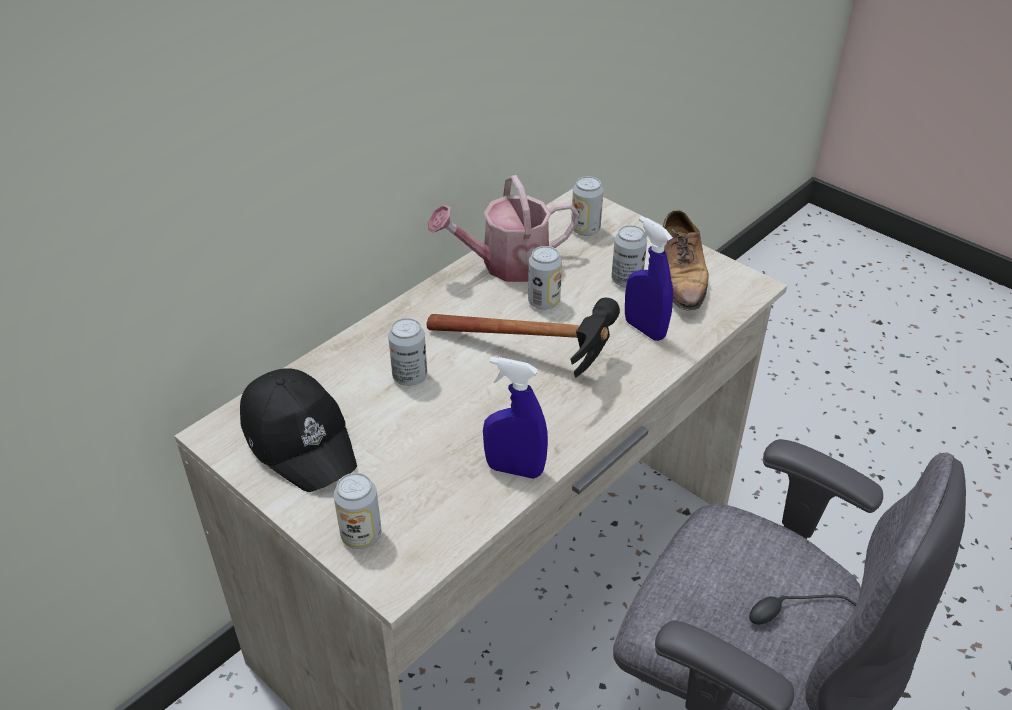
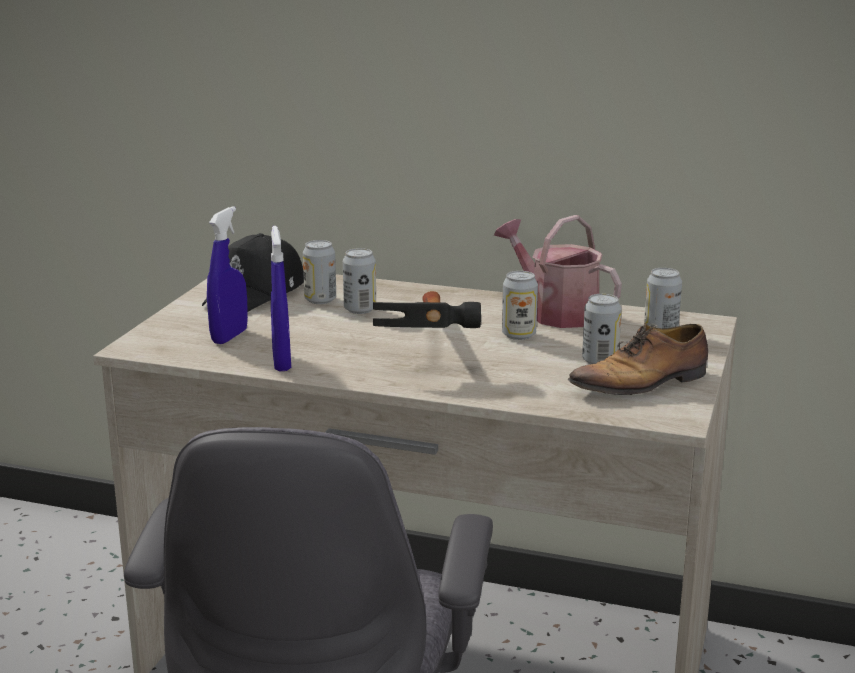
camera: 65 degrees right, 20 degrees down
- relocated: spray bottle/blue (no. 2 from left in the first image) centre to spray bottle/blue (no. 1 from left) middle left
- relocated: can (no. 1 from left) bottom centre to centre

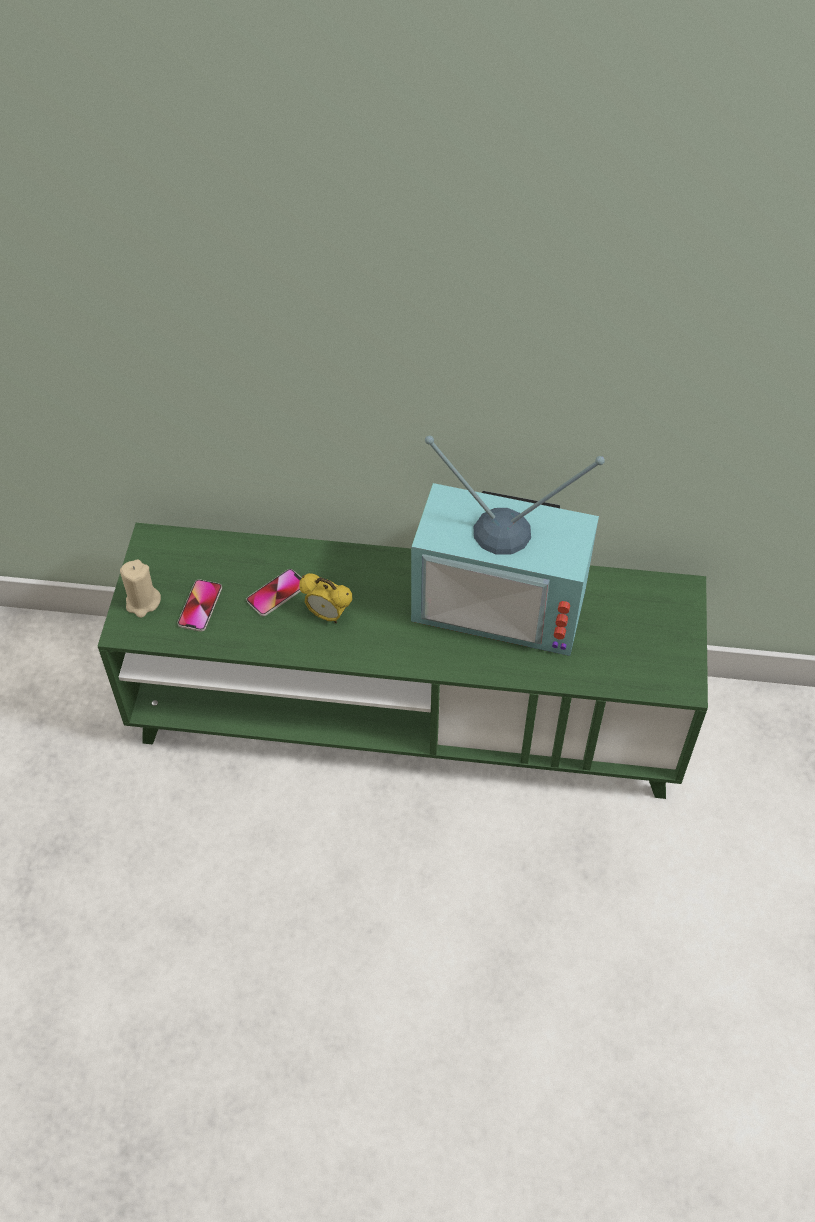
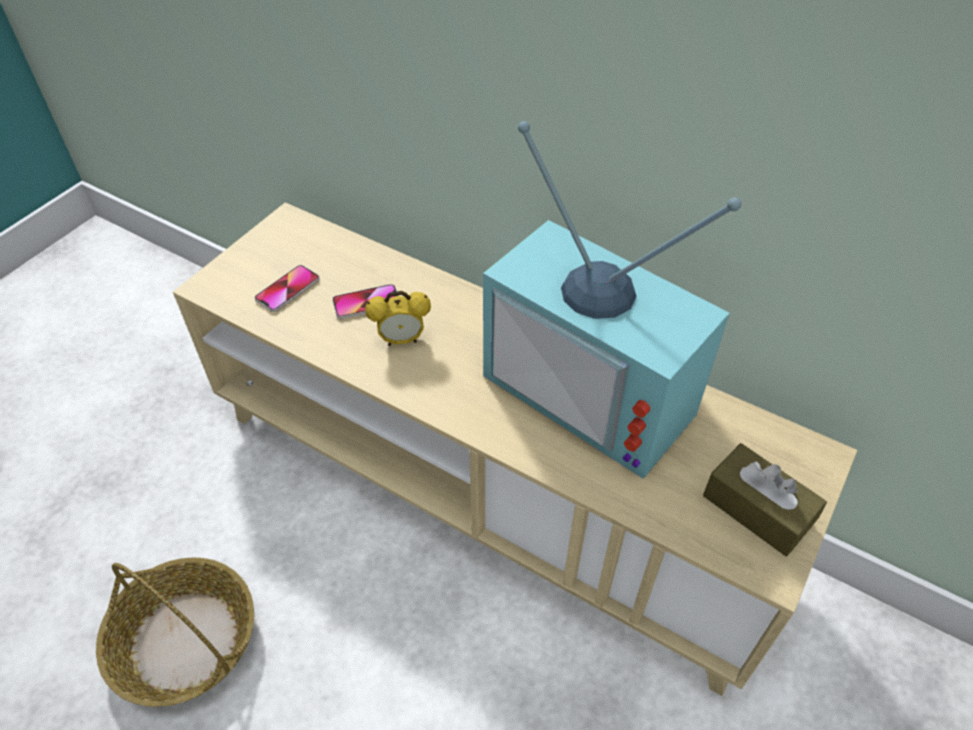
camera: 25 degrees right, 5 degrees down
- colour: tv stand/green centre to tv stand/beige centre
- missing: candle/beige middle left
- spun: alarm clock centre = centre 60 degrees counterclockwise
- appeared: tissue box/brown bottom right
- appeared: basket bottom left

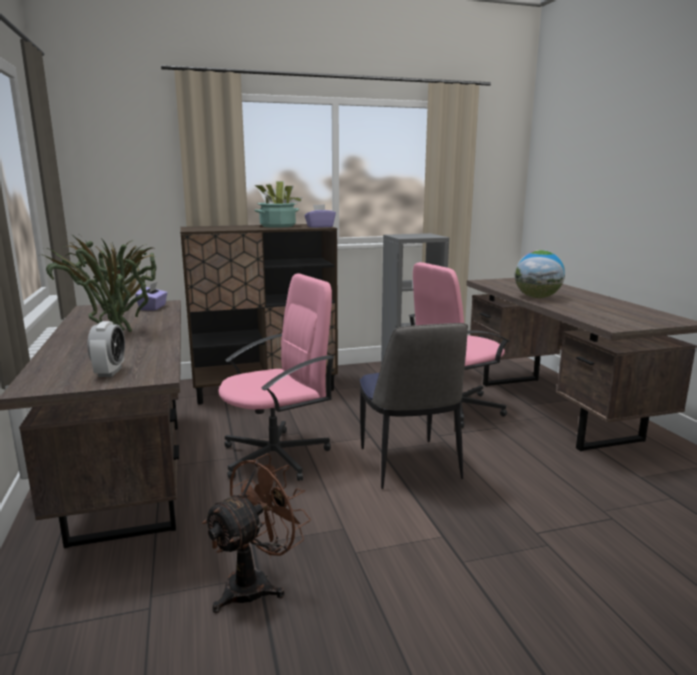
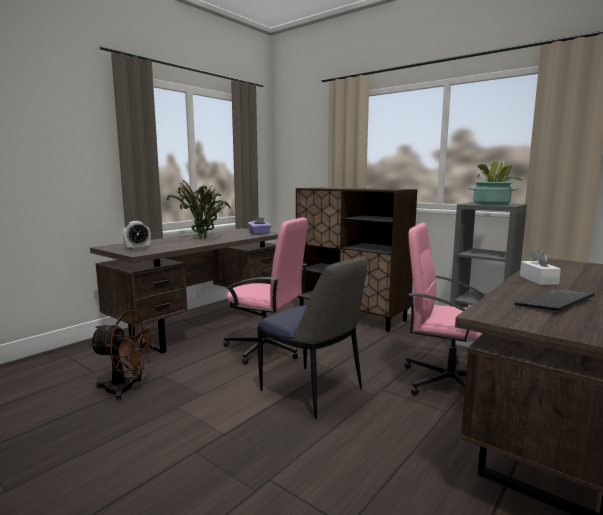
camera: 55 degrees right, 5 degrees down
- relocated: potted plant (no. 2 from left) top centre to middle right
- missing: tissue box/purple (no. 2 from left) top centre
- exchanged: globe middle right to tissue box/white middle right
- spun: chair centre = centre 90 degrees counterclockwise
- appeared: keyboard middle right

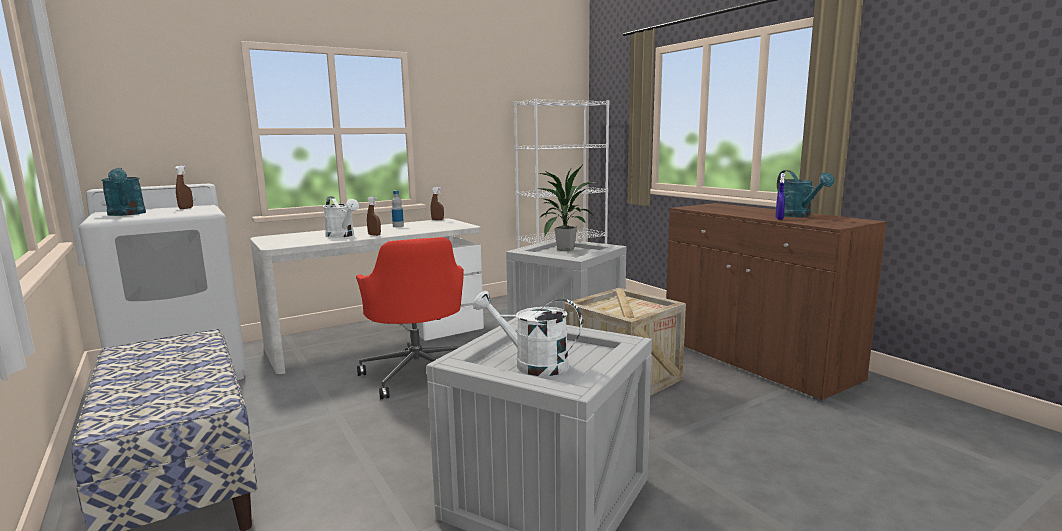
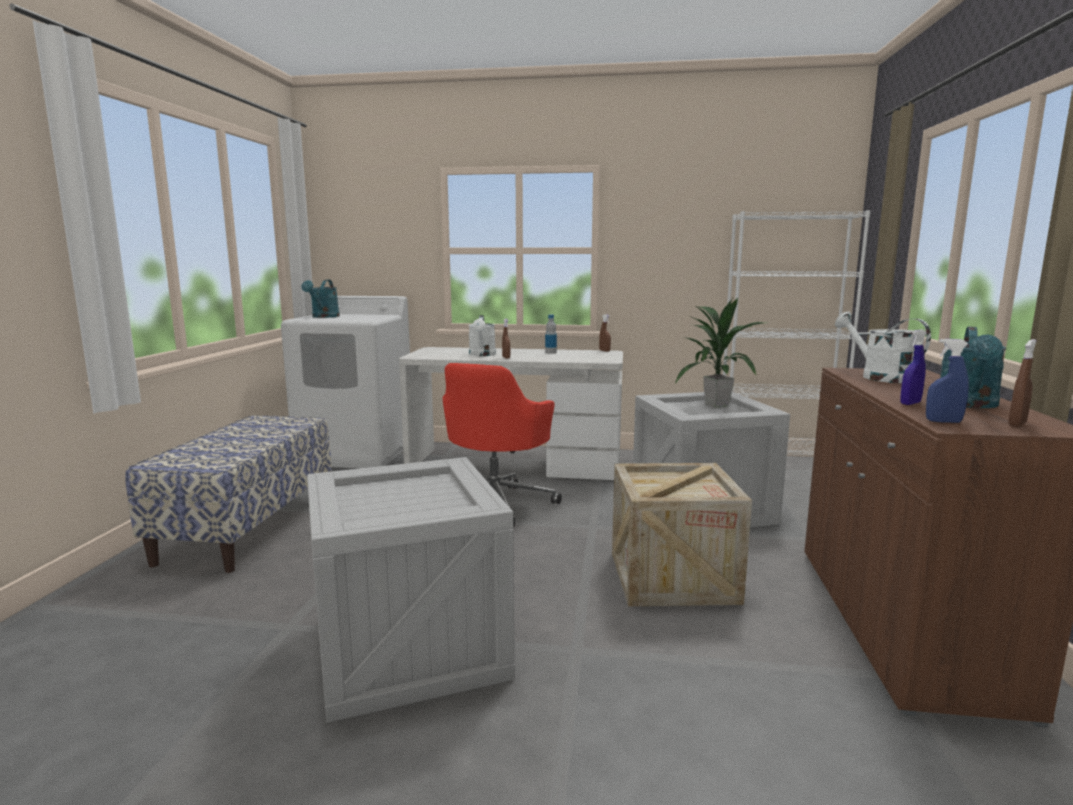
camera: 40 degrees right, 0 degrees up
- relocated: spray bottle/brown (no. 1 from left in the first image) middle left to spray bottle/brown (no. 3 from left) middle right
- relocated: watering can/white (no. 2 from left) centre to middle right
- appeared: spray bottle/blue (no. 2 from left) middle right

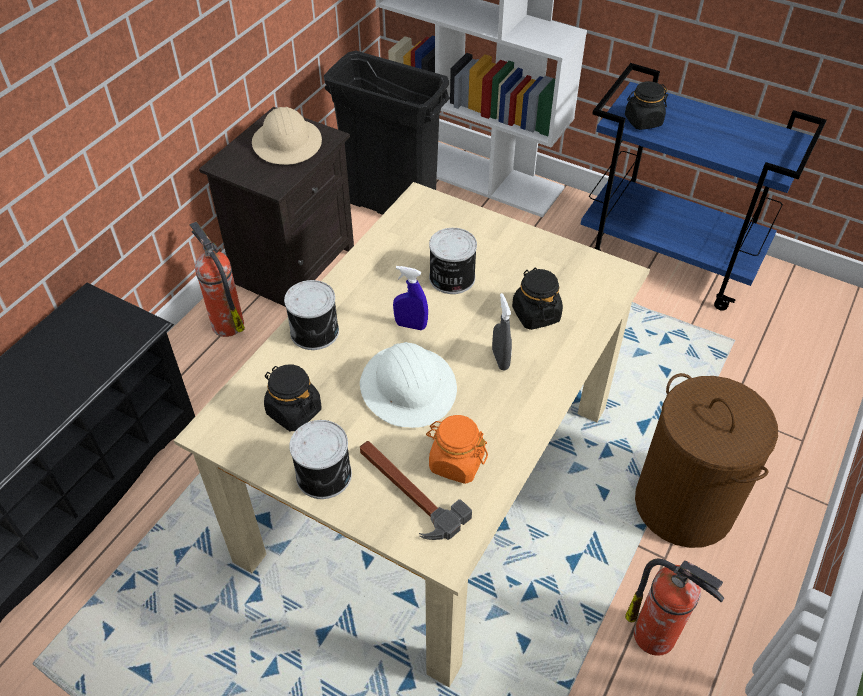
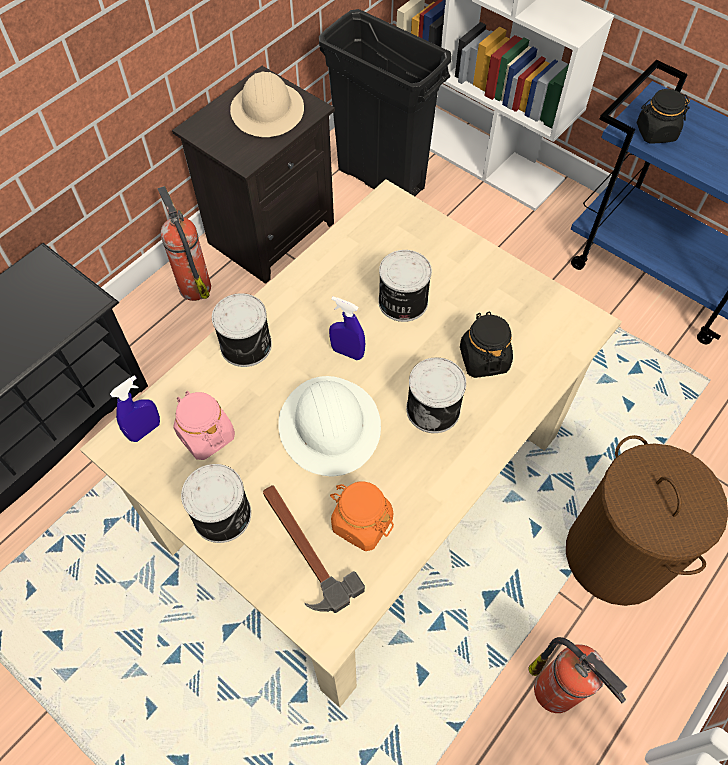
camera: 10 degrees right, 10 degrees up
- exchanged: spray bottle/grey centre to can (no. 4 from left) centre
- colour: jar/black (no. 1 from left) centre to jar/pink middle left
- appeared: spray bottle/blue (no. 1 from left) middle left

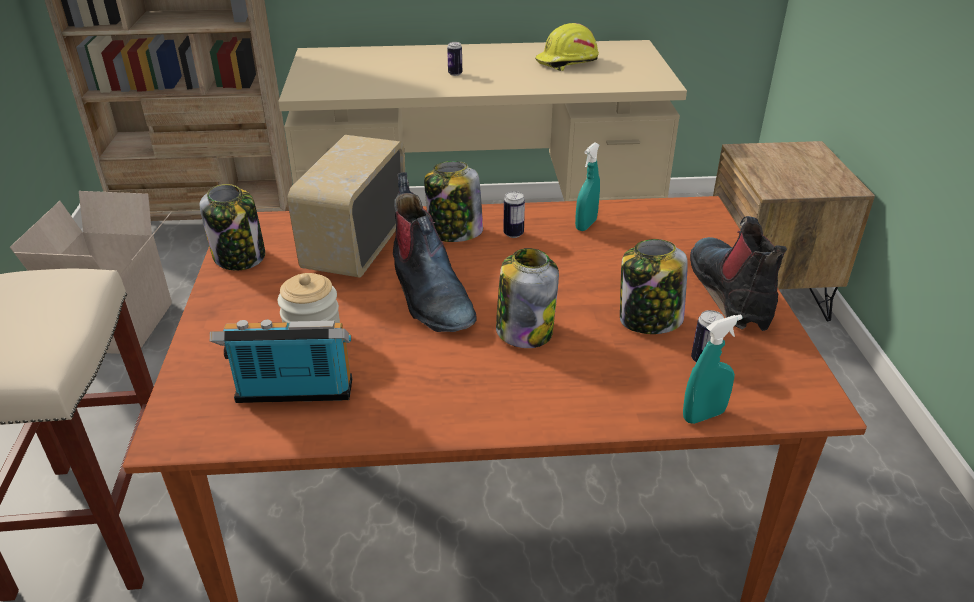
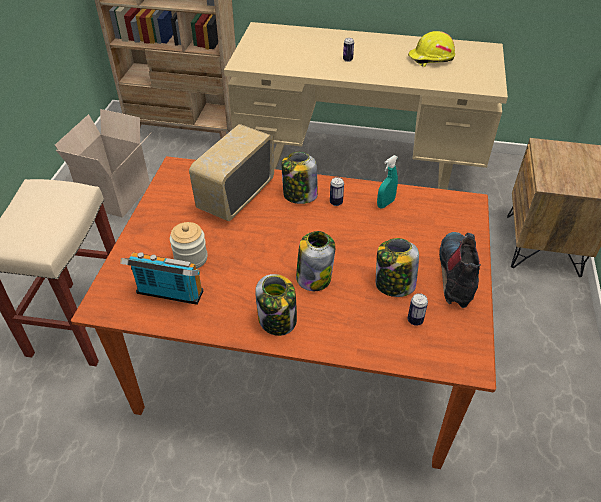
camera: 15 degrees right, 10 degrees up
- missing: boot (no. 1 from left) centre
- relocated: jar (no. 1 from left in the first image) middle left to jar (no. 2 from left) centre
- missing: spray bottle/turquoise (no. 2 from left) middle right

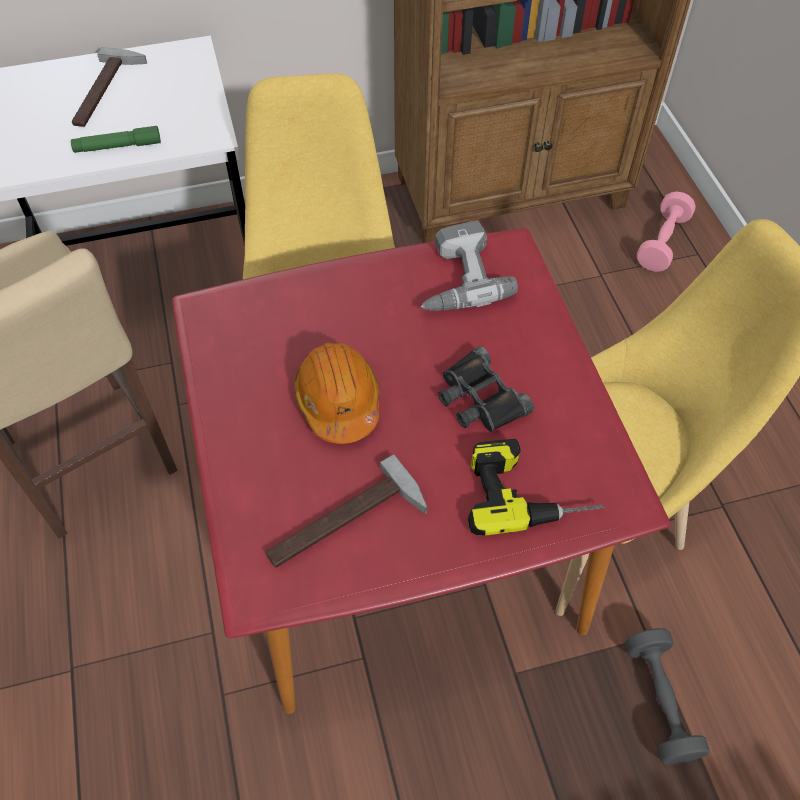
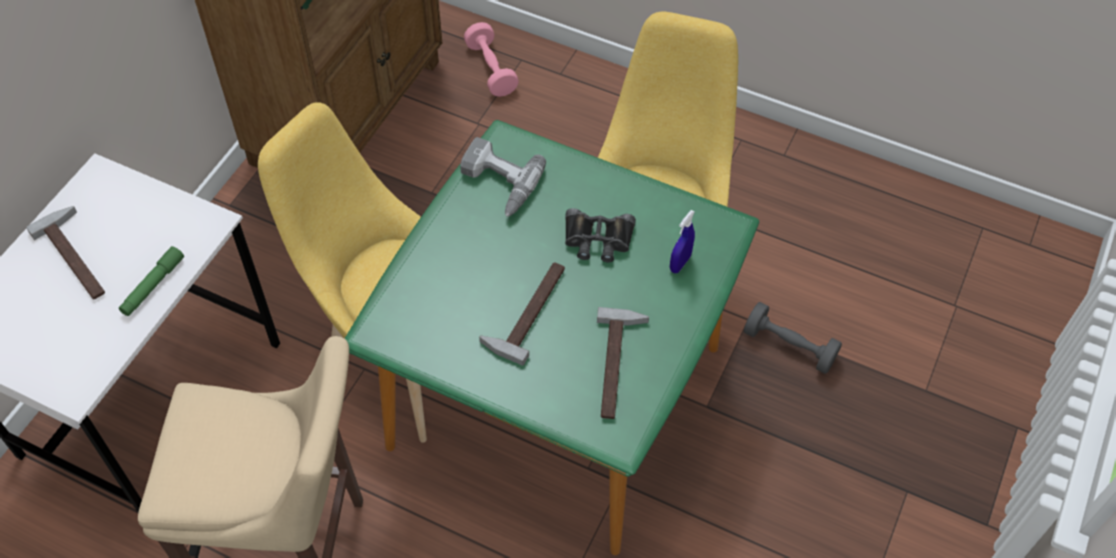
camera: 50 degrees left, 0 degrees up
- colour: dining table/red centre to dining table/green centre
- exchanged: hard hat/orange centre to hammer (no. 2 from left) centre
- exchanged: power drill (no. 2 from left) middle right to spray bottle/blue centre

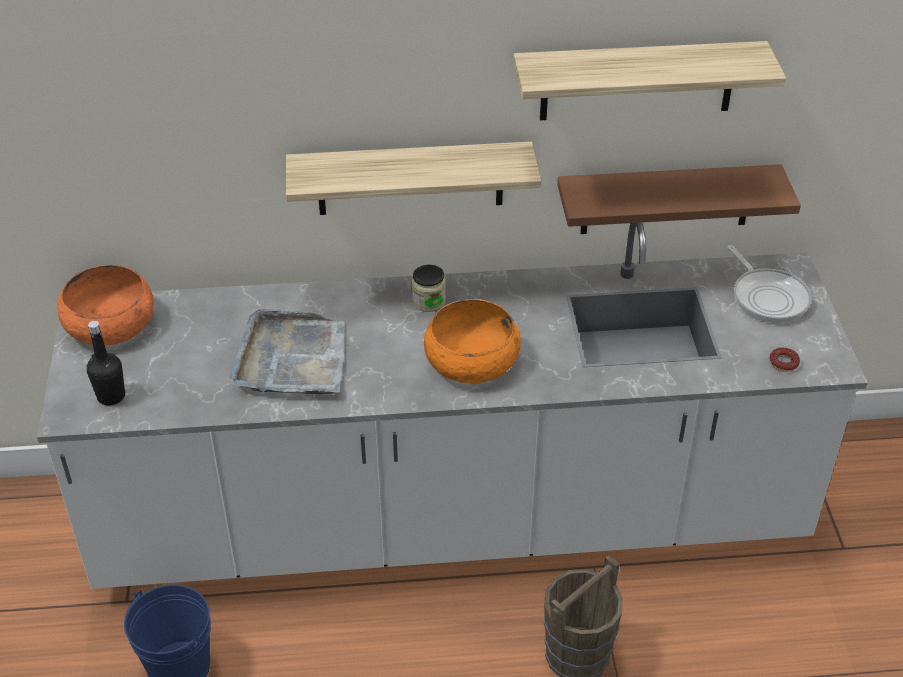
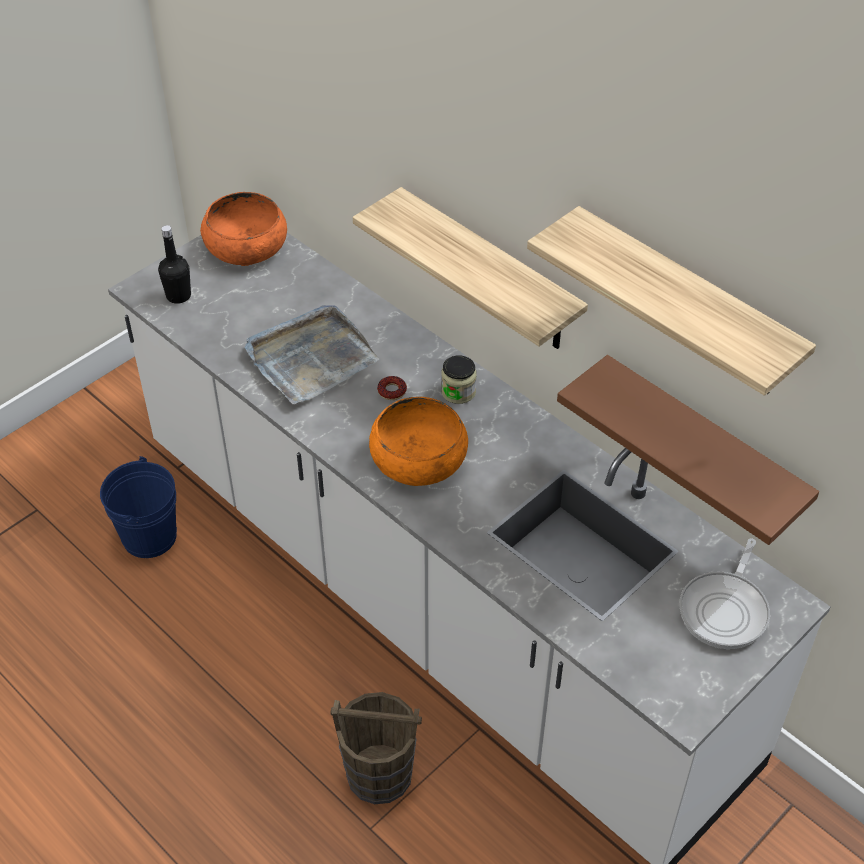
camera: 50 degrees right, 5 degrees up
- relocated: donut middle right to centre

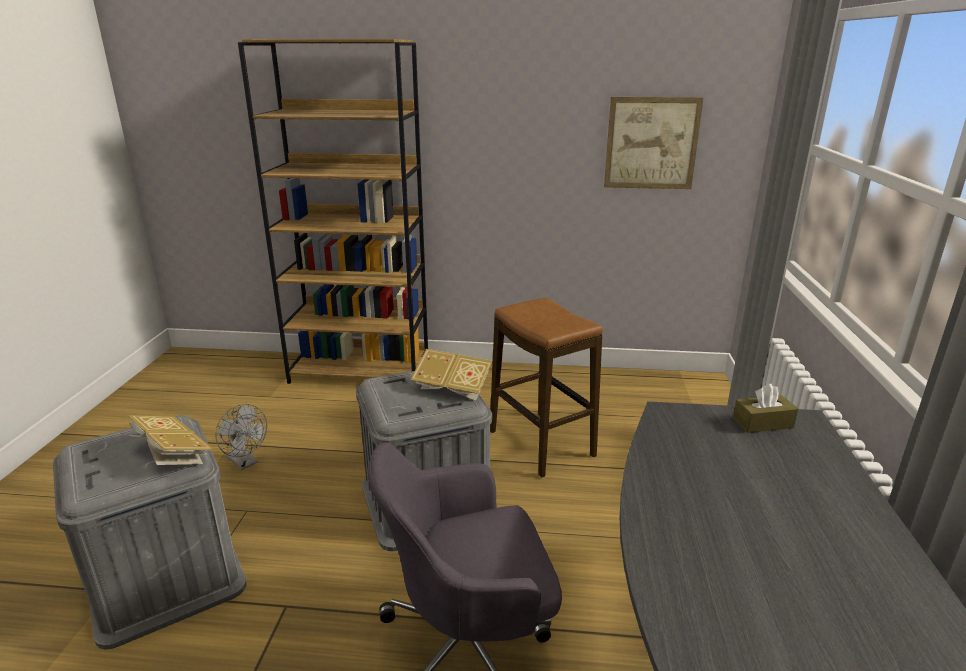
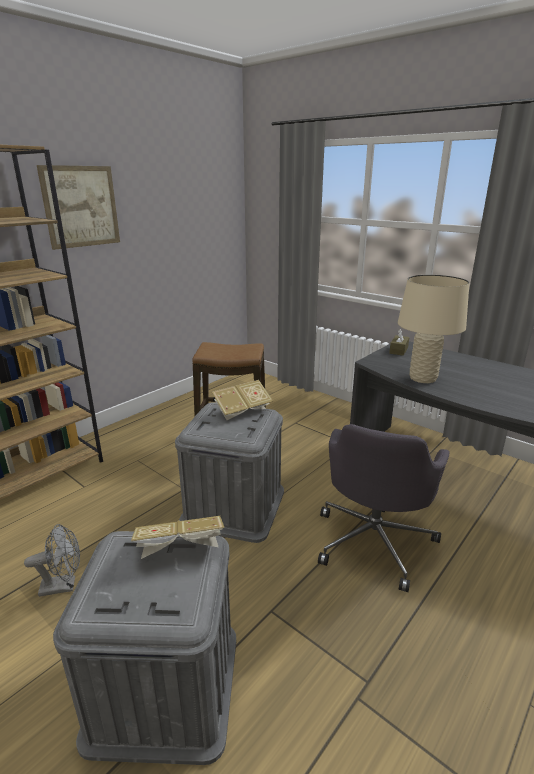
camera: 55 degrees left, 0 degrees up
- relocated: picture top right to top left
- appeared: table lamp/beige middle right

